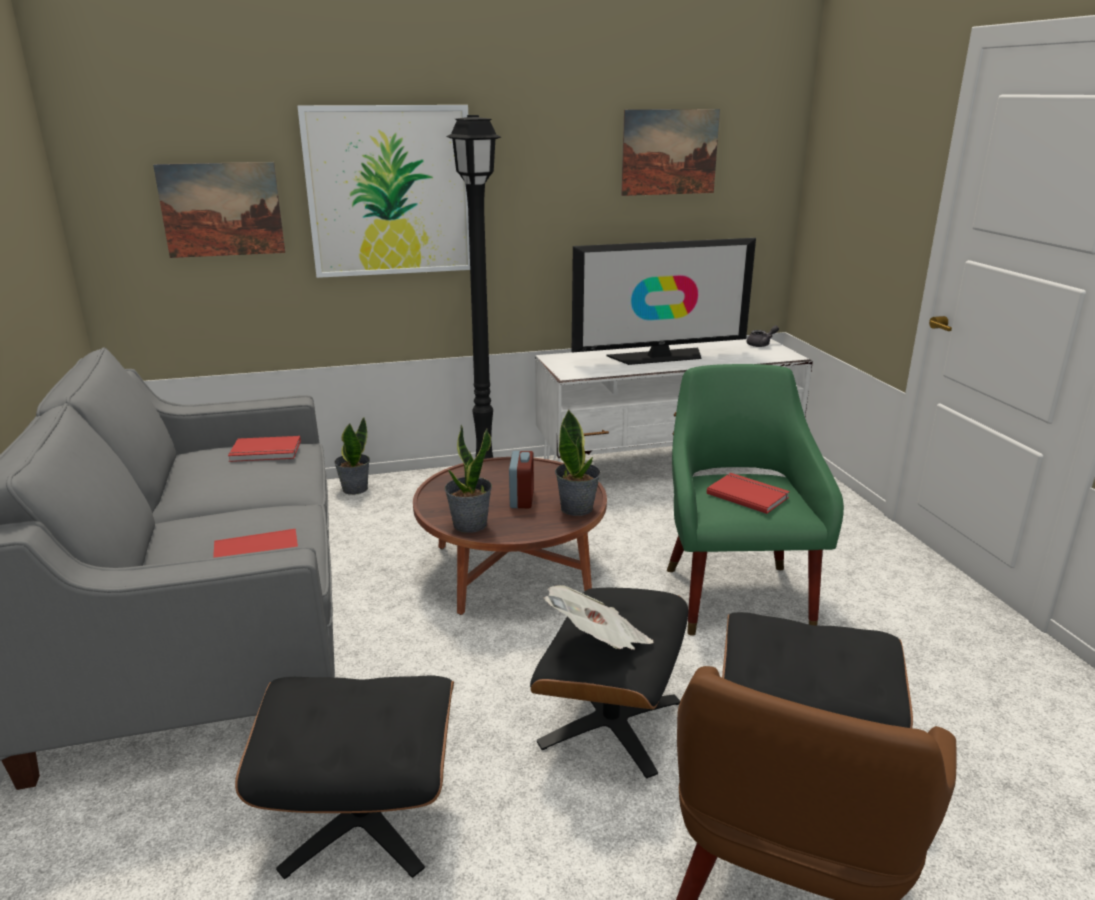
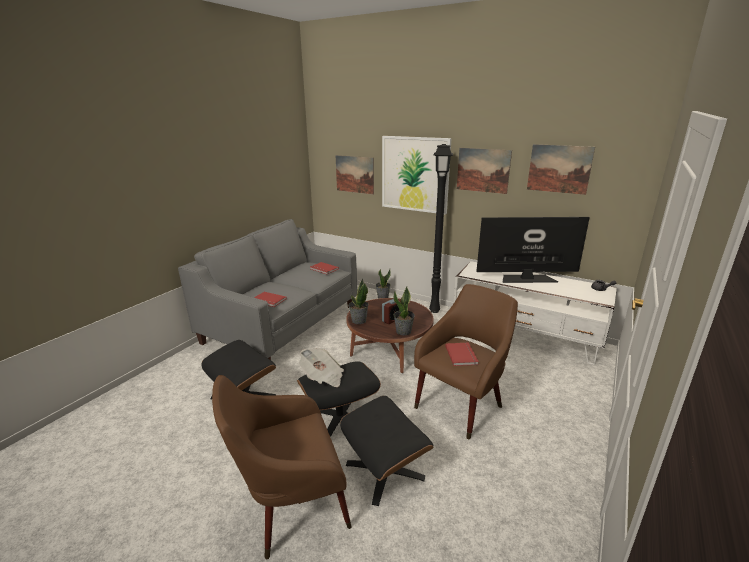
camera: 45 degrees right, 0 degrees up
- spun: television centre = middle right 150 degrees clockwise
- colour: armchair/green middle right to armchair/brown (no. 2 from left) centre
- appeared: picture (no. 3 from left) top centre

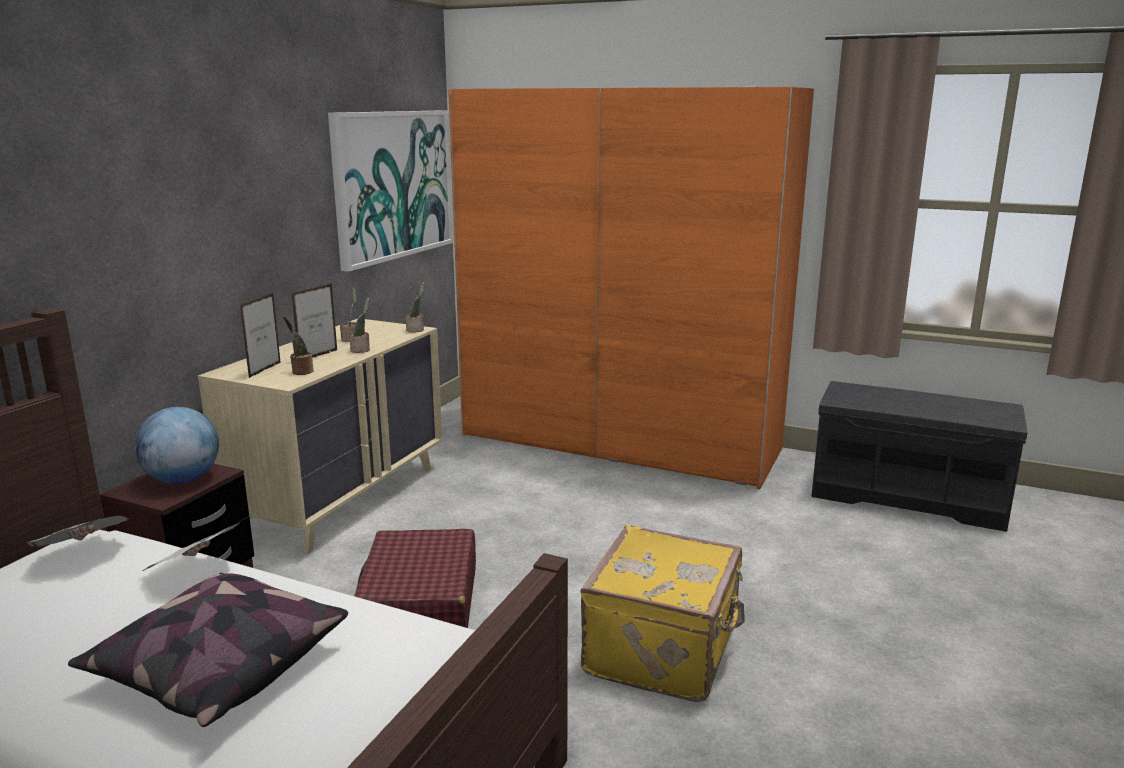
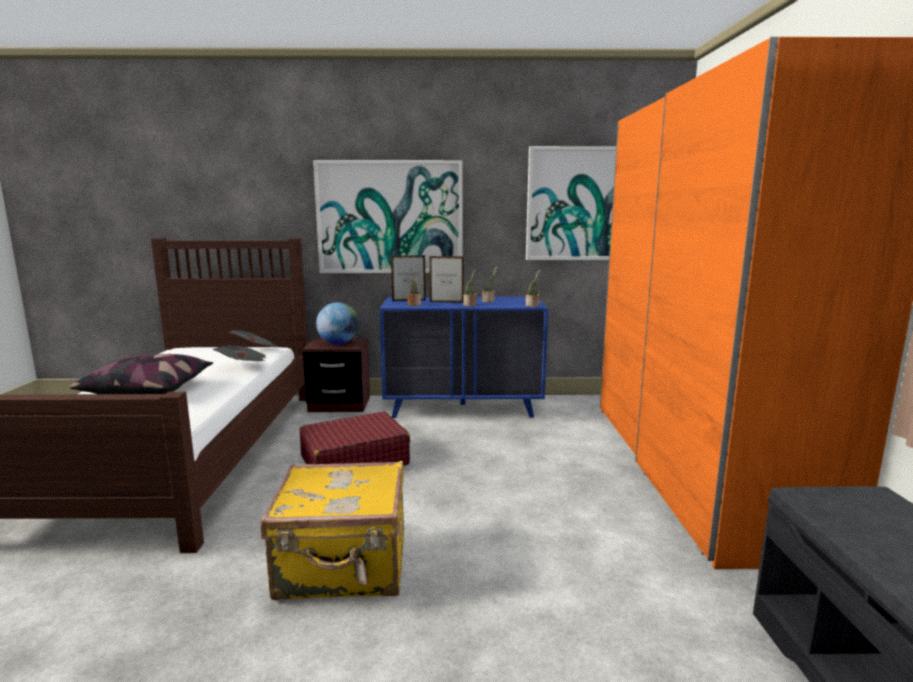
camera: 65 degrees right, 5 degrees down
- colour: dresser/beige middle left to dresser/blue centre
- appeared: picture (no. 1 from left) top centre

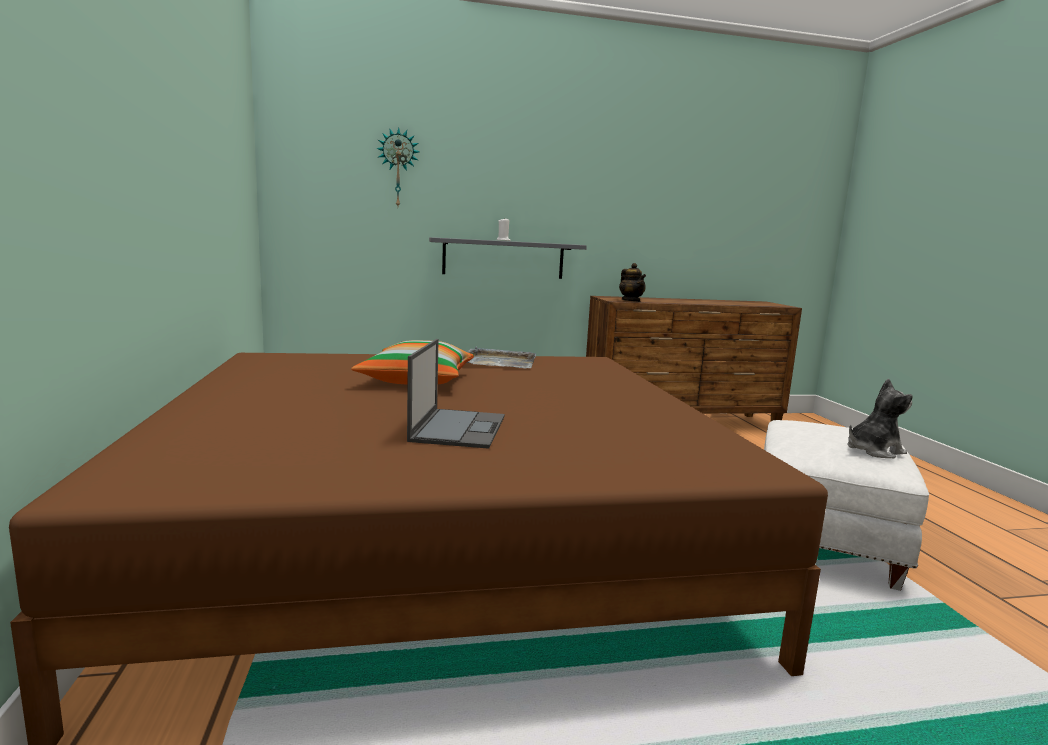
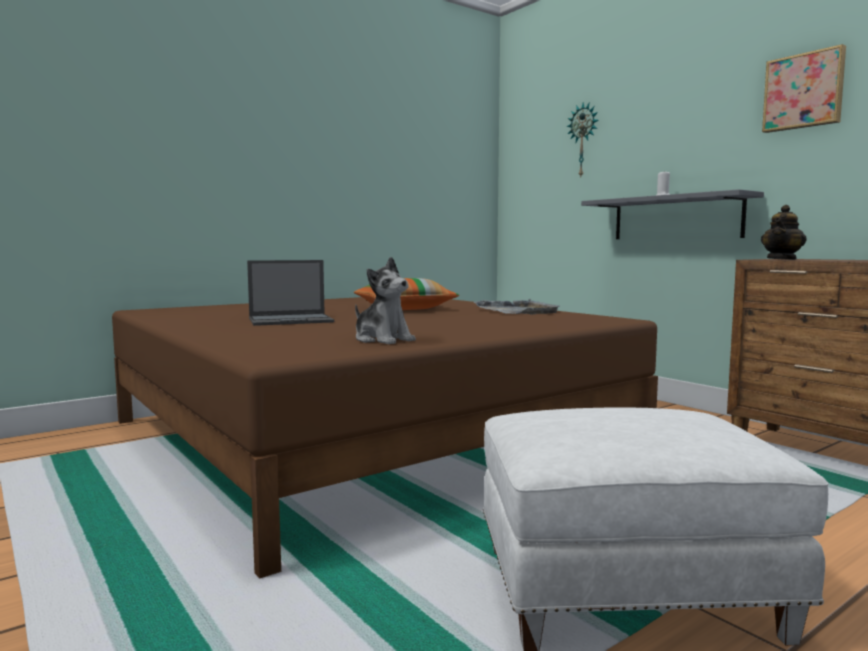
camera: 65 degrees right, 5 degrees down
- relocated: plush toy middle right to centre
- appeared: picture top right

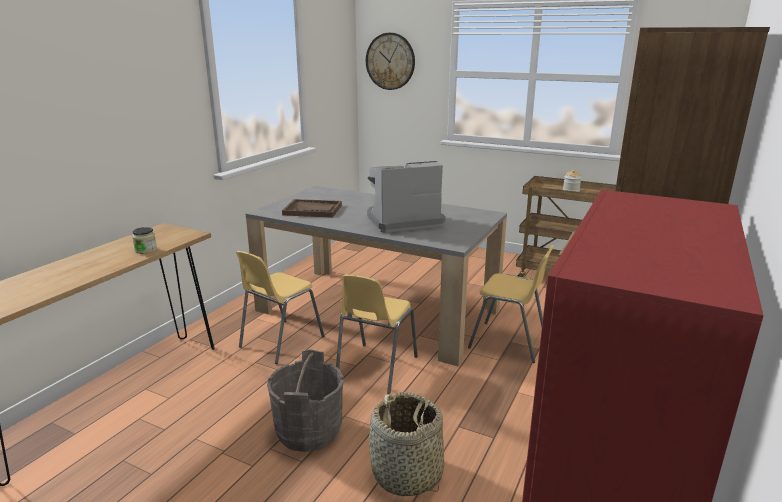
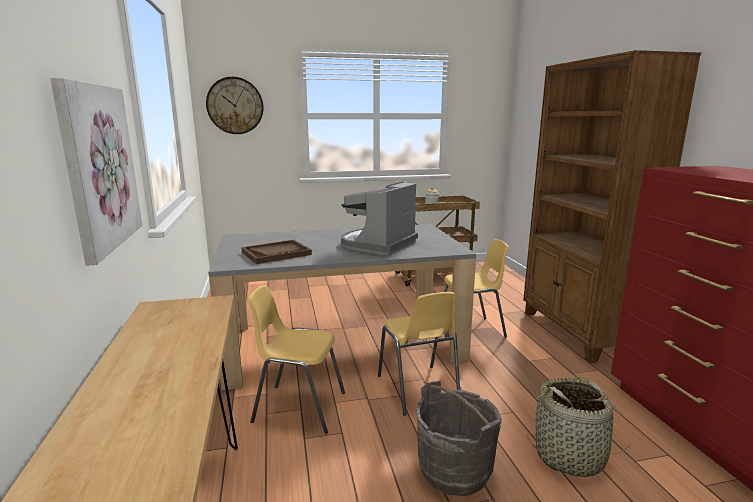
camera: 40 degrees left, 5 degrees down
- missing: jar (no. 1 from left) middle left
- spun: chair/yellow (no. 1 from left) centre = bottom centre 105 degrees clockwise
- appeared: picture middle left

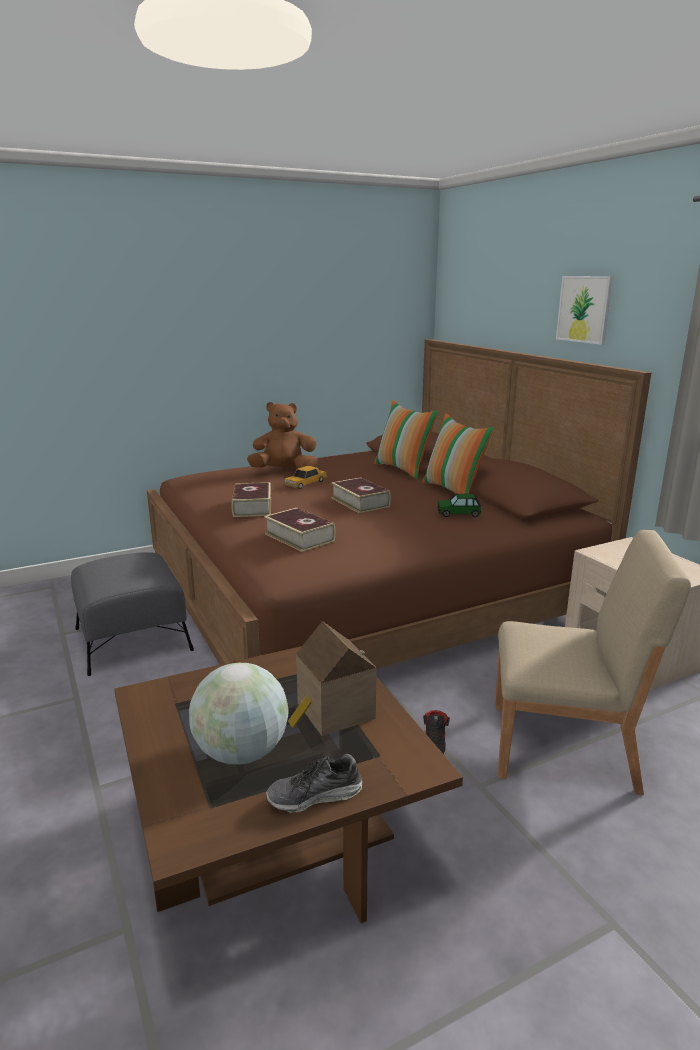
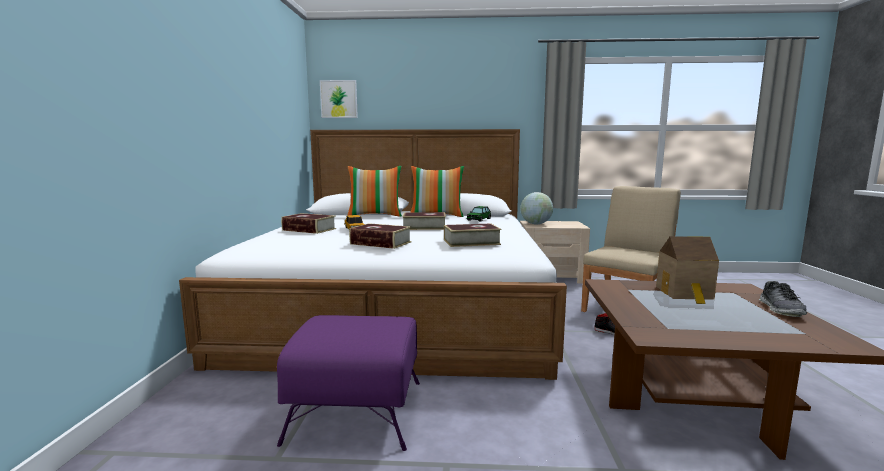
camera: 60 degrees left, 10 degrees down
- relocated: picture top right to top centre
- colour: bed/brown centre to bed/white centre
- exchanged: plush toy/brown centre to book (no. 1 from left) centre
- colour: ottoman/grey middle left to ottoman/purple bottom centre
- relocated: globe bottom centre to centre

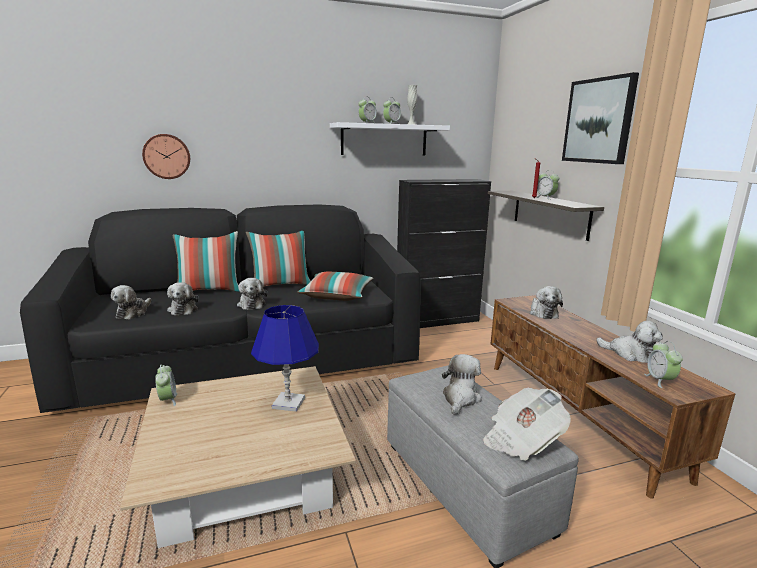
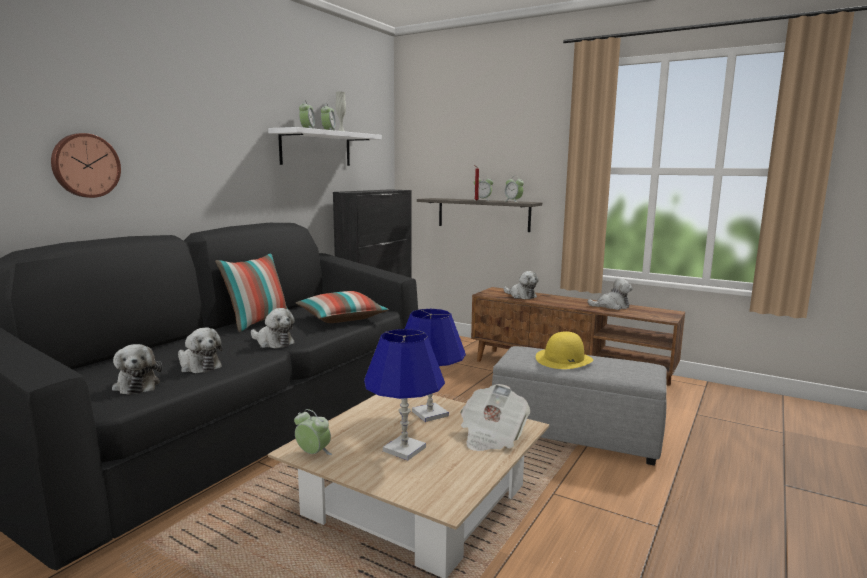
camera: 40 degrees left, 5 degrees down
- missing: picture top right
- missing: pillow (no. 1 from left) middle left
- relocated: alarm clock (no. 5 from left) middle right to top centre
- exchanged: plush toy (no. 4 from left) bottom centre to hat/yellow centre
- relocated: newspaper bottom right to bottom centre
- appeared: table lamp/blue (no. 1 from left) bottom centre

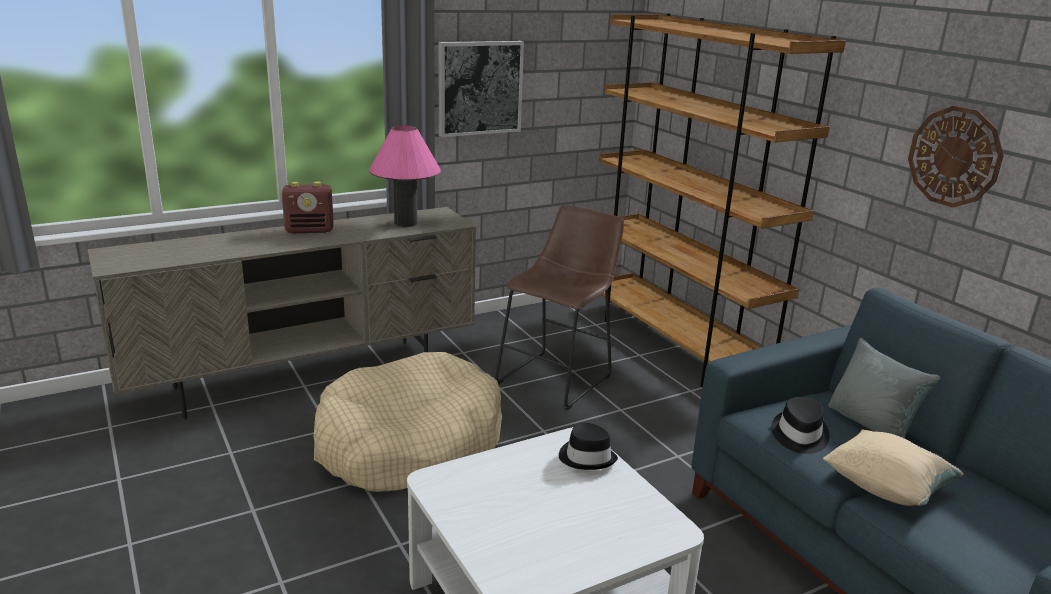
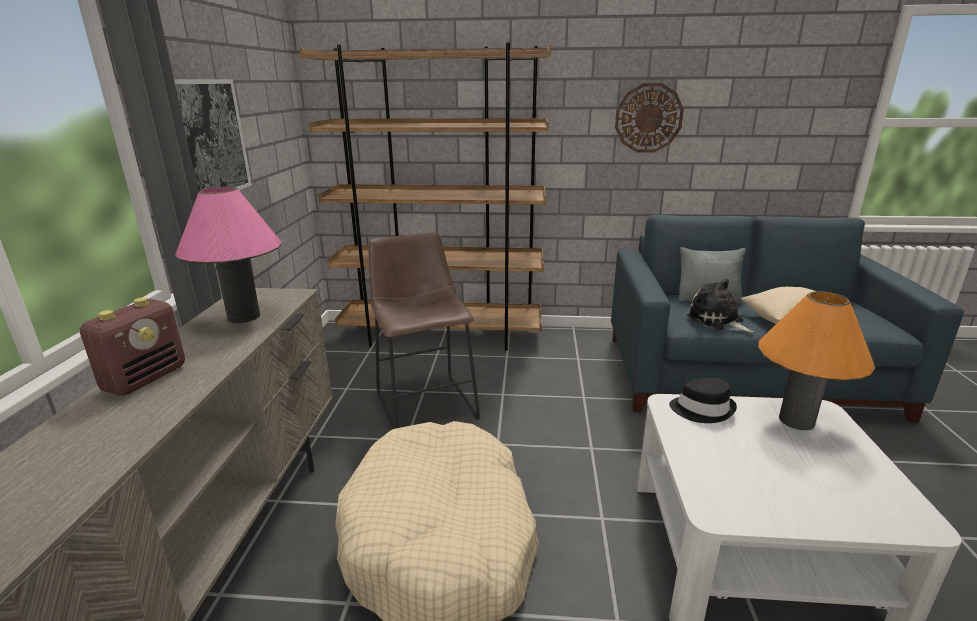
camera: 55 degrees left, 0 degrees up
- exchanged: hat/black (no. 2 from left) bottom right to plush toy middle right
- appeared: table lamp/orange middle right

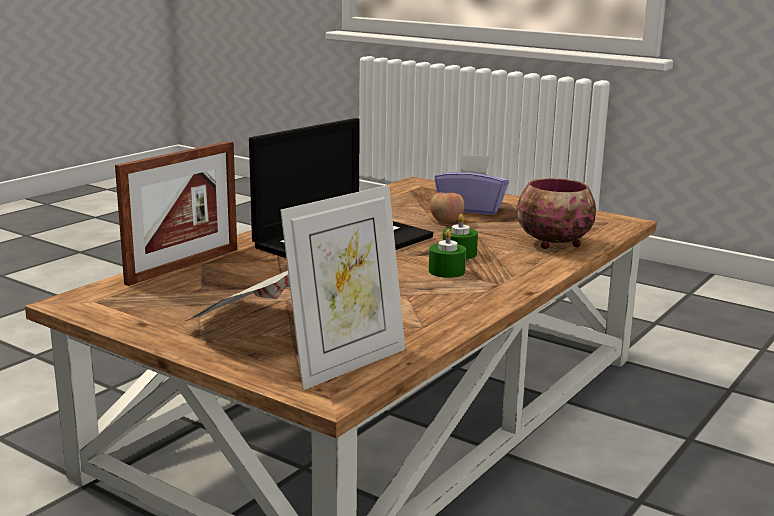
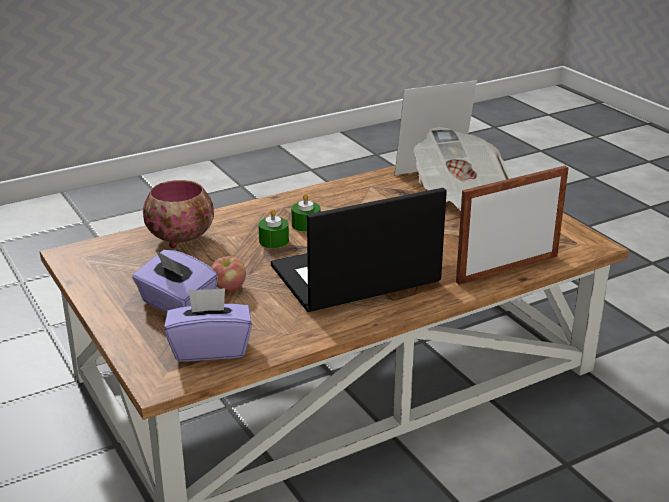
camera: 155 degrees left, 10 degrees up
- appeared: tissue box/purple (no. 2 from left) middle left

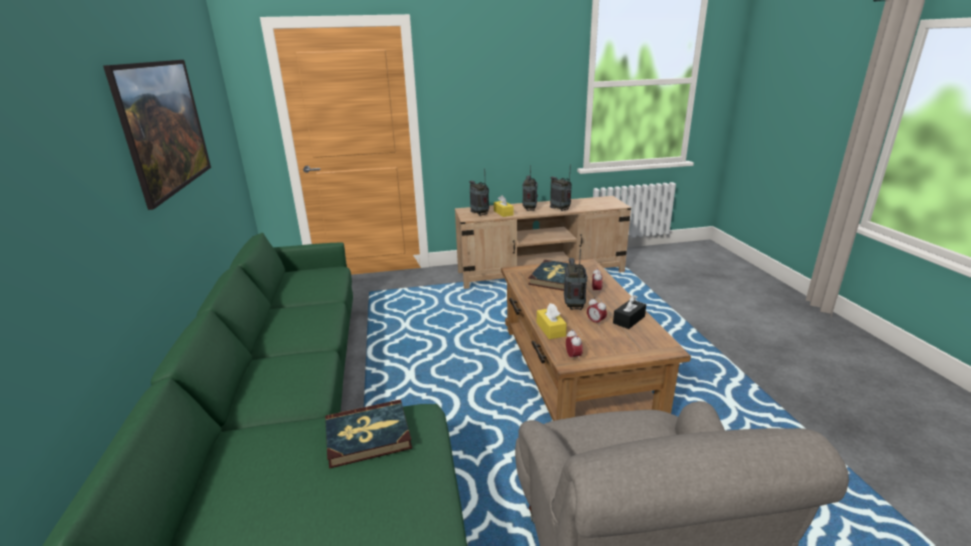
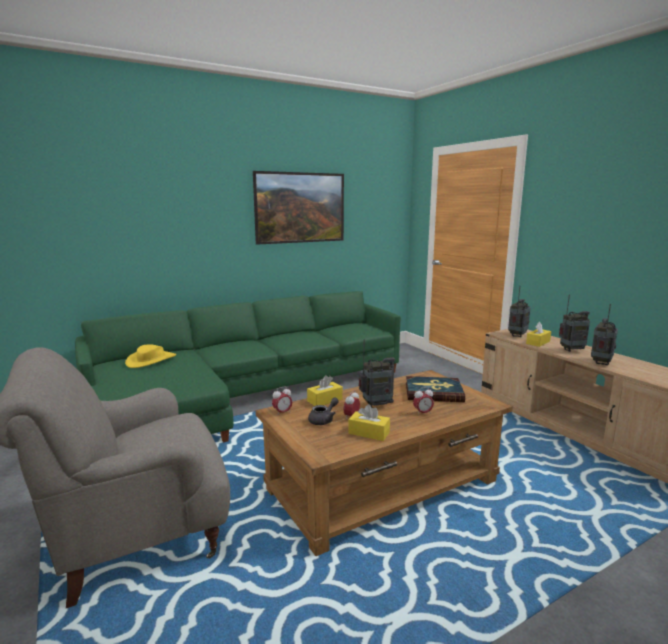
camera: 70 degrees right, 10 degrees down
- colour: tissue box/black centre to tissue box/yellow (no. 2 from left) centre
- missing: book (no. 1 from left) bottom centre
- appeared: hat/yellow middle left
- appeared: teapot/grey centre

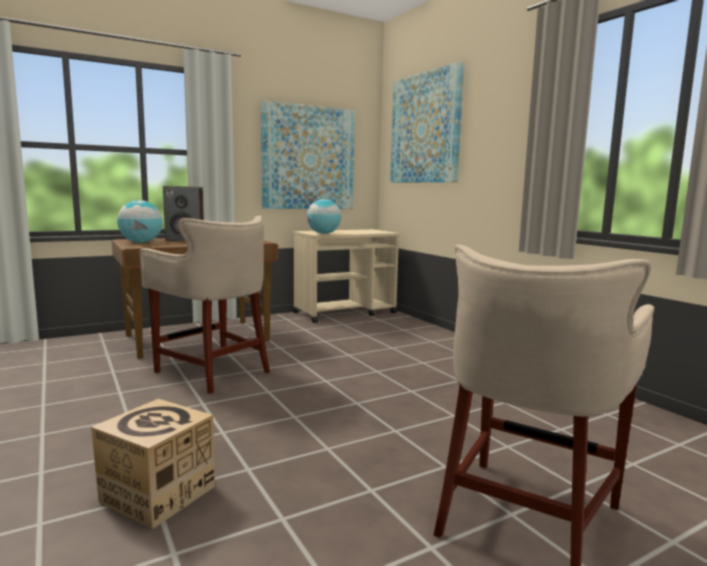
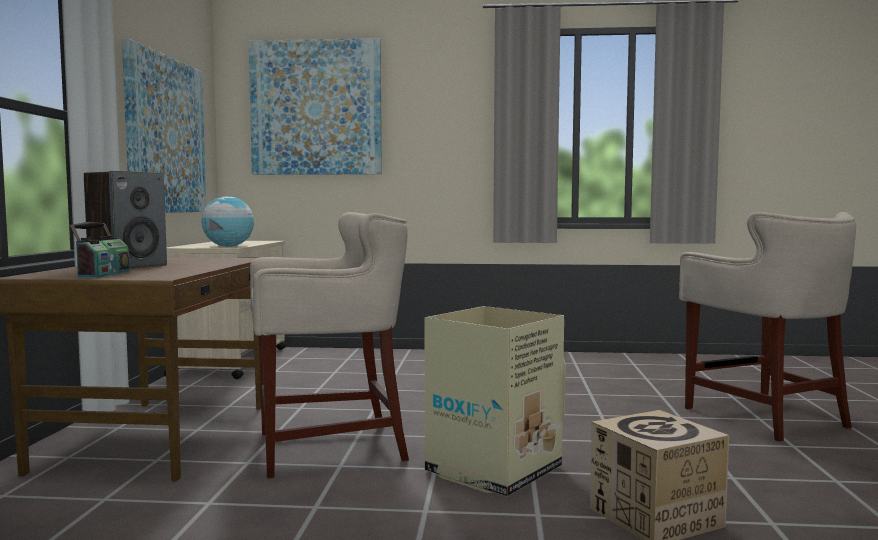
camera: 55 degrees left, 5 degrees down
- exchanged: globe (no. 1 from left) middle left to radio middle left
- appeared: cardboard box (no. 1 from left) bottom centre

